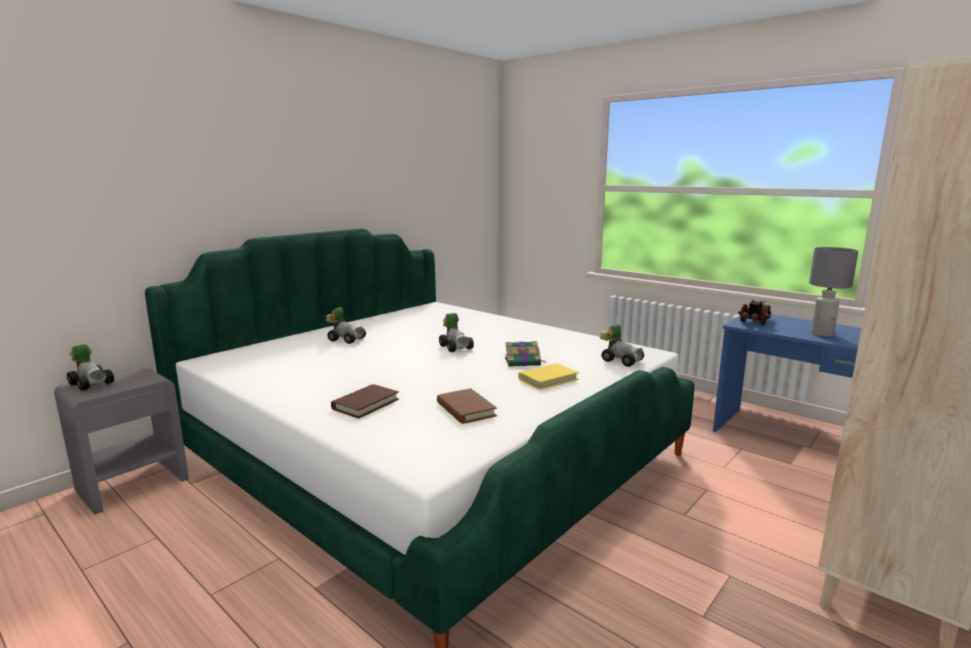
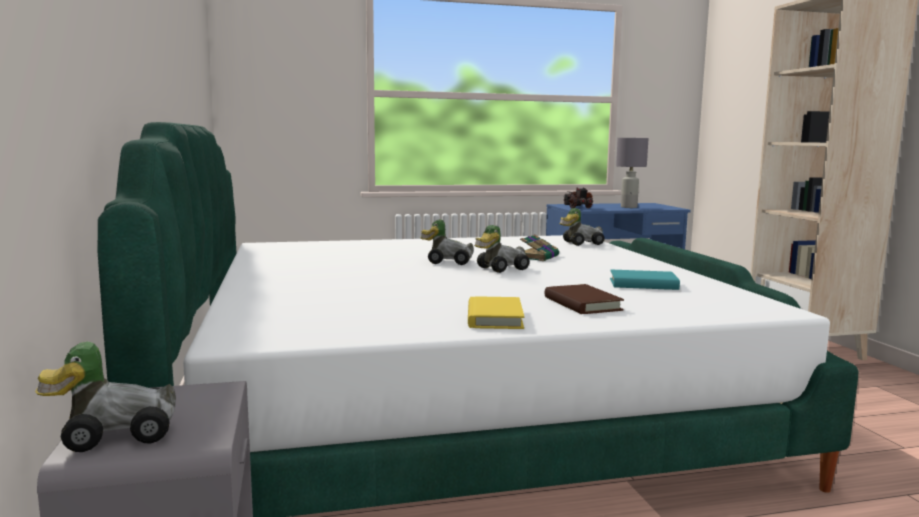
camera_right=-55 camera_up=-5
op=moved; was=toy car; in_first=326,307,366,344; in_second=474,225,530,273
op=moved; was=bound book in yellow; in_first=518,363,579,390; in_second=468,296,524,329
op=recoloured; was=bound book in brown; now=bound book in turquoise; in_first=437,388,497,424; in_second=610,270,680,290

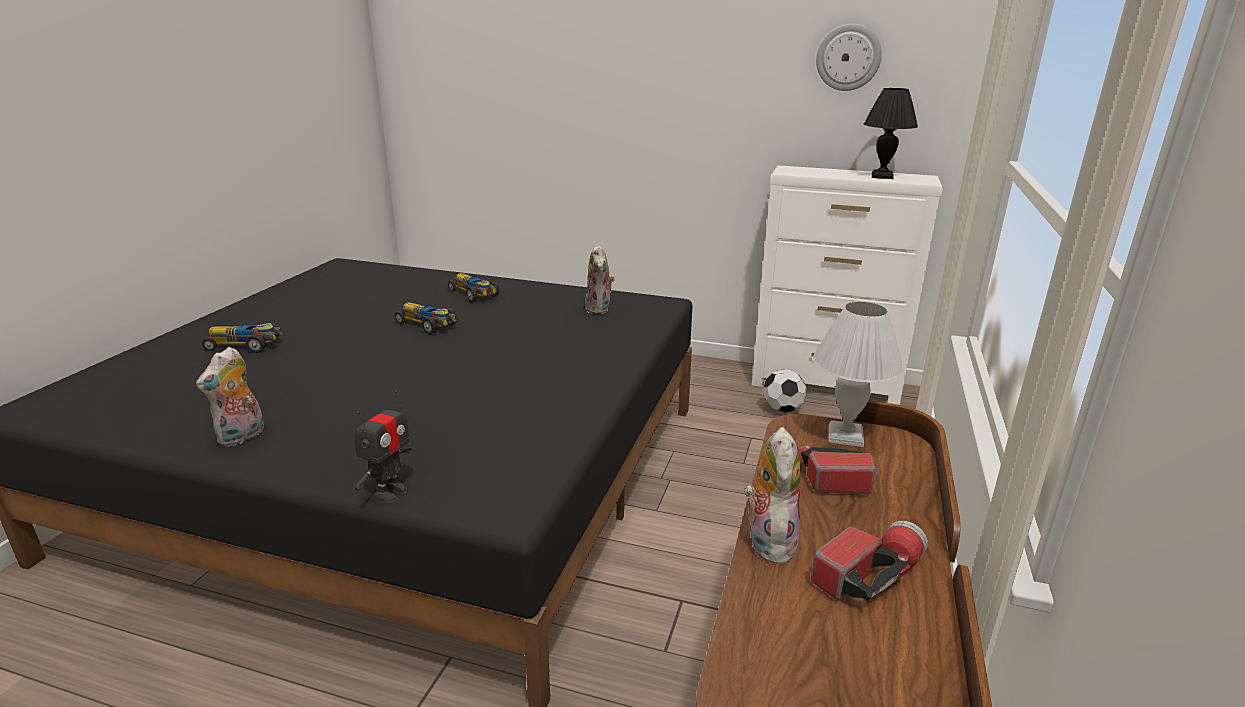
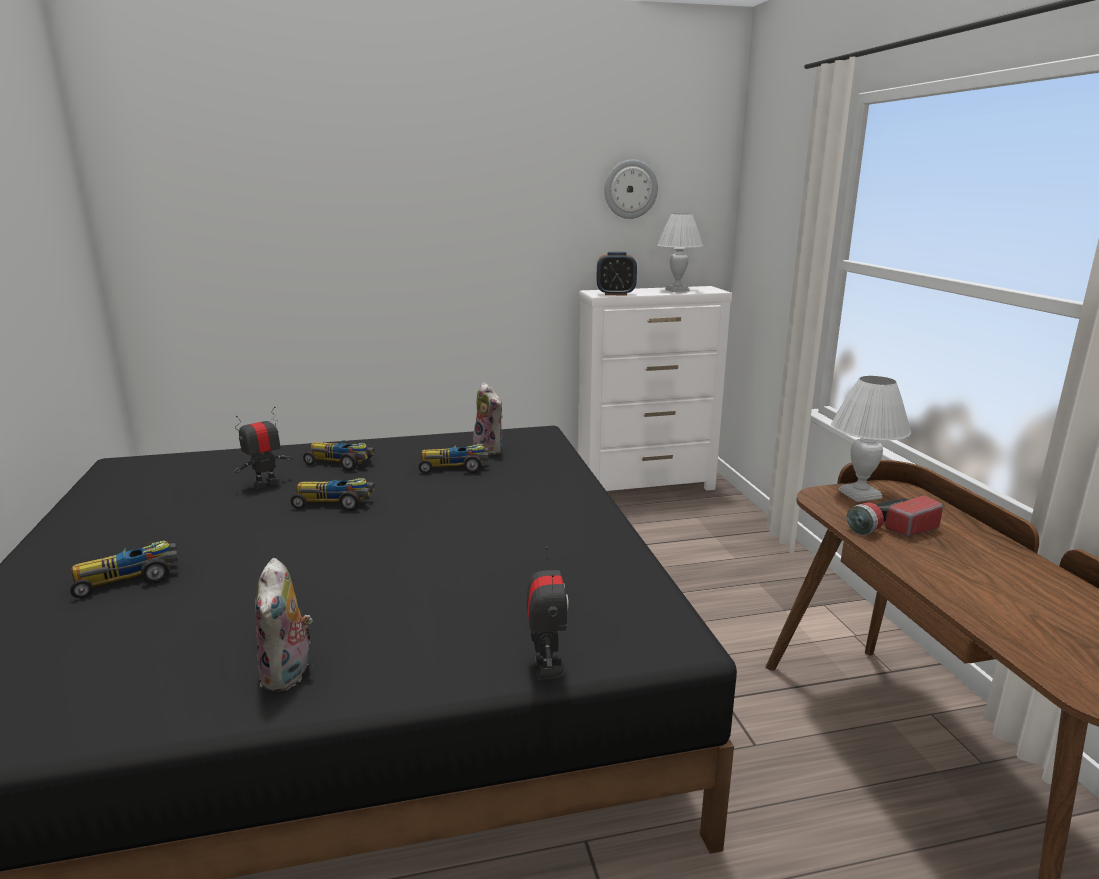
camera_right=-30 camera_up=-5
op=removed; was=plush toy; in_first=744,427,801,566
op=removed; was=football ball; in_first=763,369,807,413
op=removed; was=flashlight; in_first=811,521,928,603
op=added; now=model robot; in_second=235,407,292,489
op=added; now=toy car; in_second=419,444,489,473
op=added; now=alarm clock; in_second=596,252,637,295
op=recoloured; was=lamp for a table in black-coloured; now=lamp for a table in white; in_first=864,88,918,179; in_second=657,213,703,292

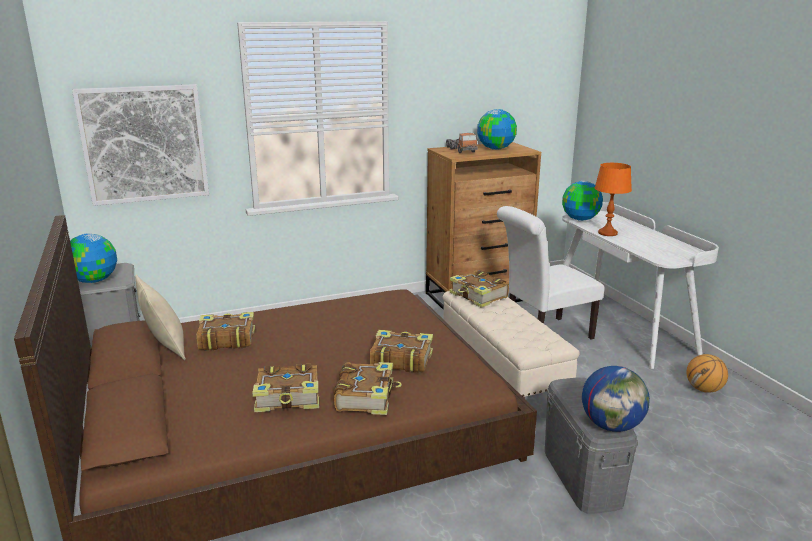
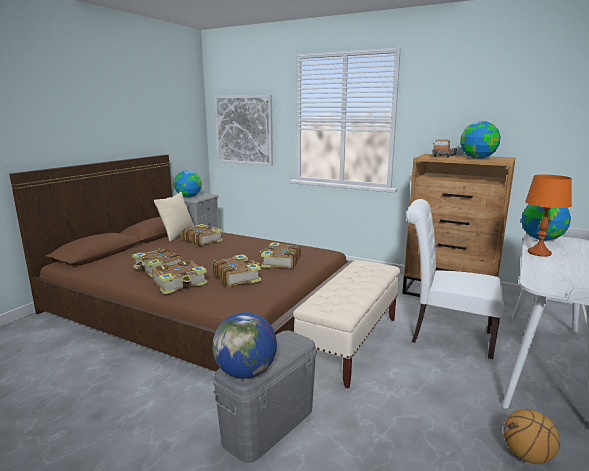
camera_right=50 camera_up=-5
op=moved; was=bound book; in_first=450,270,509,308; in_second=260,242,301,269

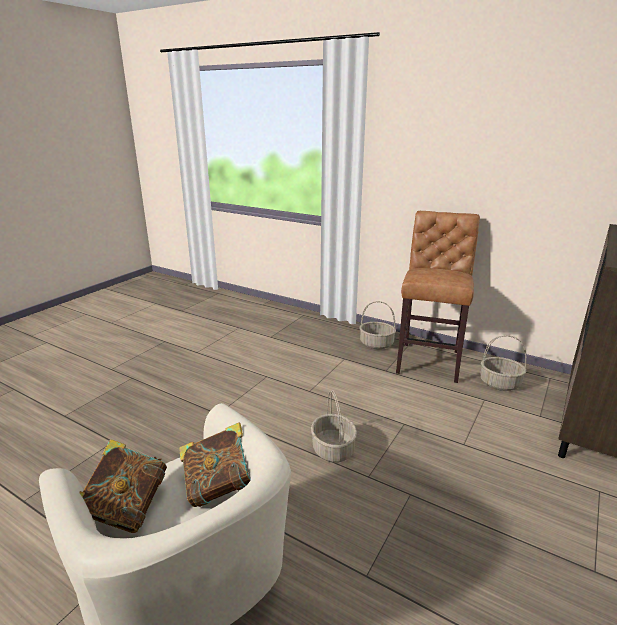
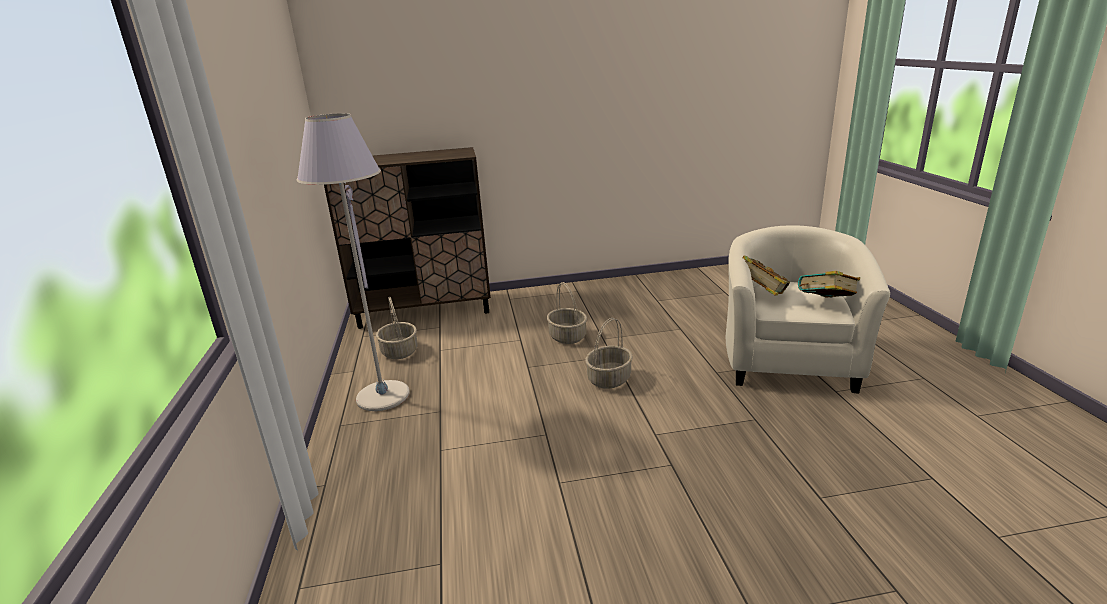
camera_right=-130 camera_up=0
op=moved; was=storage basket; in_first=360,301,396,349; in_second=547,282,587,344
op=replaced; was=stool in brown; now=standing lamp in grey; in_first=396,211,480,383; in_second=297,113,410,411

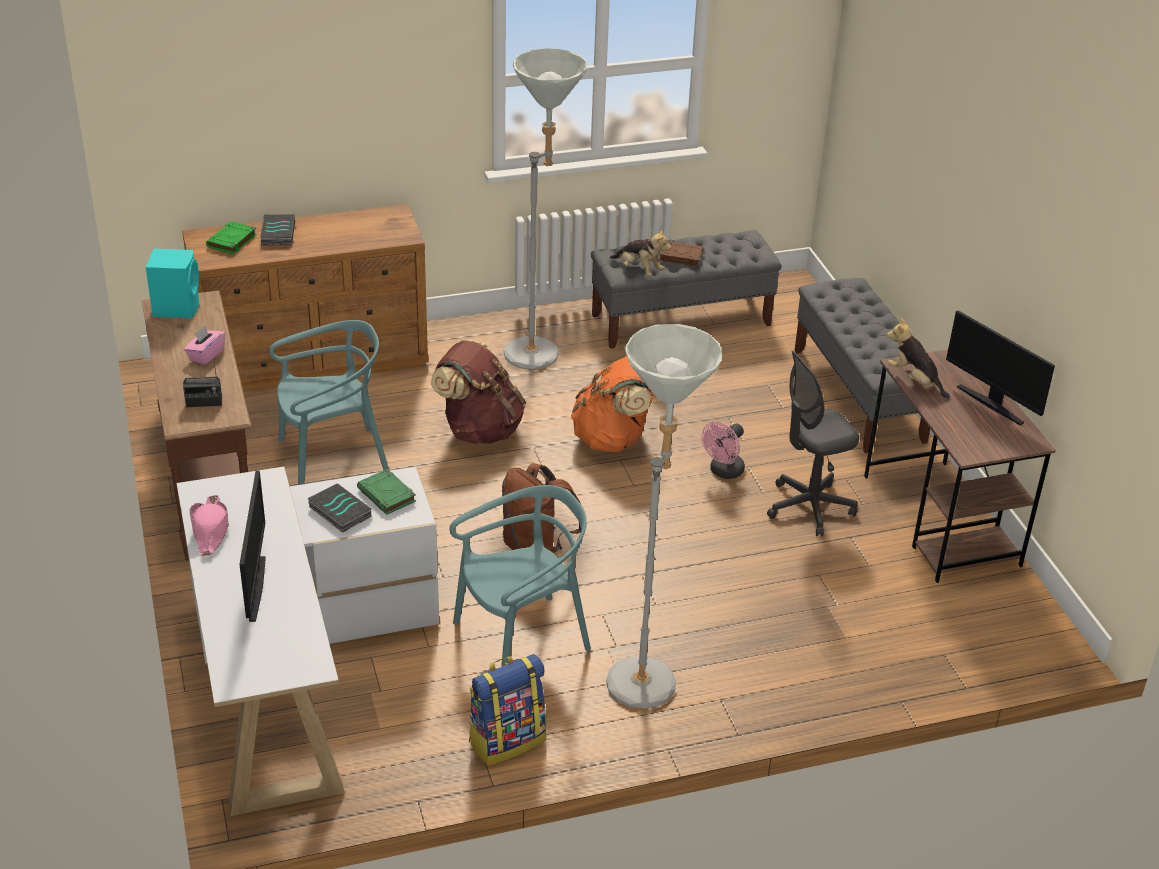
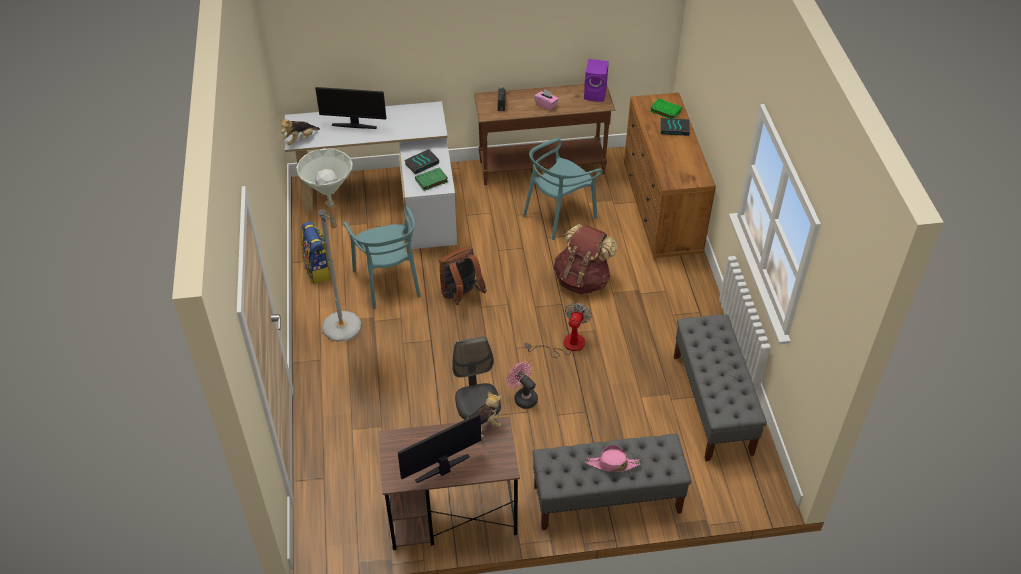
camera_right=100 camera_up=10
op=removed; was=standing lamp in grey; in_first=504,48,588,370
op=removed; was=bound book in brown; in_first=658,241,703,266
op=moved; was=hat in pink-coloured; in_first=189,495,229,556; in_second=586,445,641,472
op=moved; was=plush toy; in_first=610,229,671,276; in_second=279,120,320,145
op=replaced; was=knapsack in orange-coloured; now=fan; in_first=571,356,655,452; in_second=525,303,592,358
op=recoloured; was=audio speaker in turquoise; now=audio speaker in purplish; in_first=146,249,199,319; in_second=584,59,609,102
op=turned; was=chair in turquoise; in_first=269,320,389,485; in_second=523,138,603,240; clockwise=60

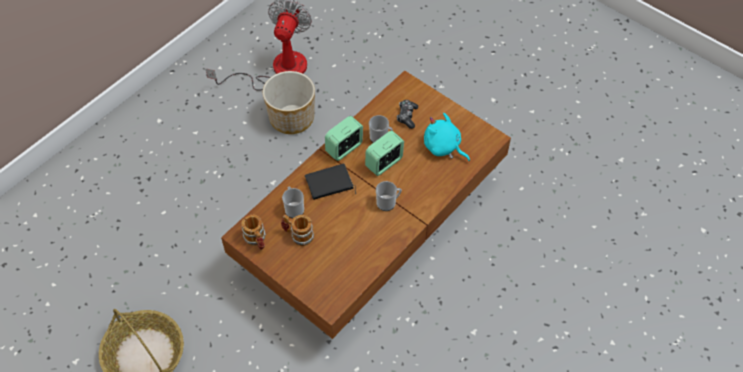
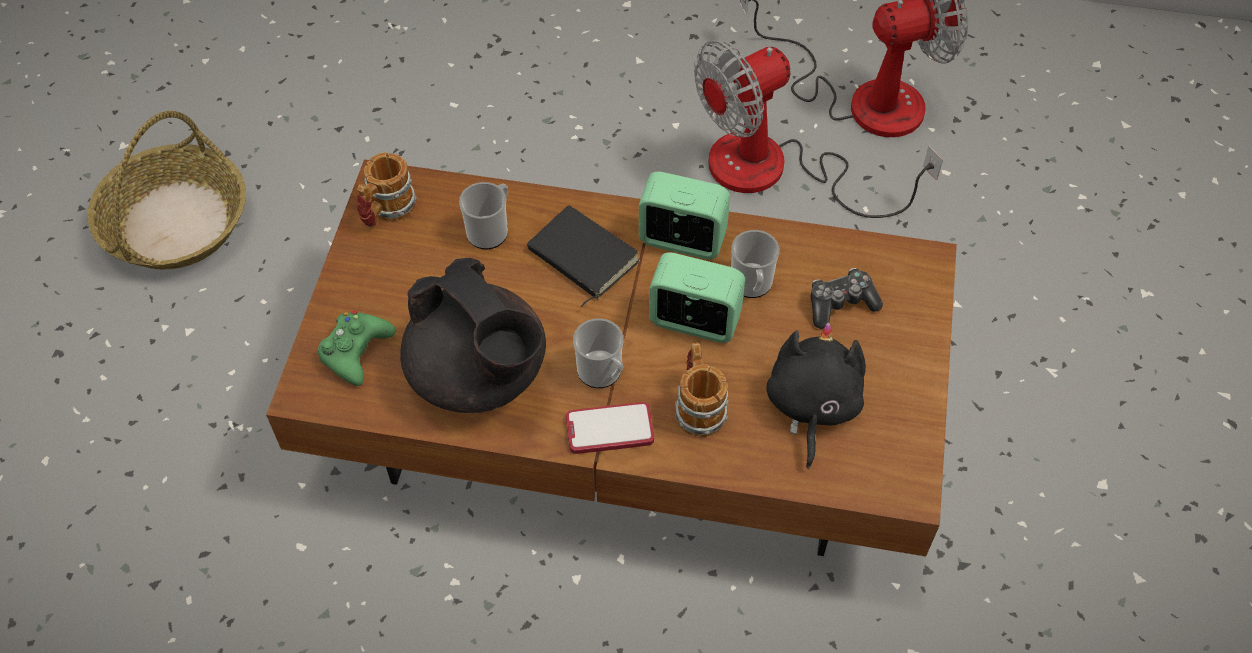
camera_right=60 camera_up=0
op=added; now=joypad in green; in_second=318,311,396,386
op=added; now=tea pot in black-coloured; in_second=400,258,546,413
op=added; now=handset; in_second=566,402,654,454
op=moved; was=tea mug; in_first=281,214,314,246; in_second=675,342,728,437
op=replaced; was=flower pot; now=fan; in_first=263,71,315,134; in_second=694,41,943,218
op=recoloured; was=plush toy in turquoise; now=plush toy in black-coloured; in_first=424,113,470,161; in_second=767,323,866,469

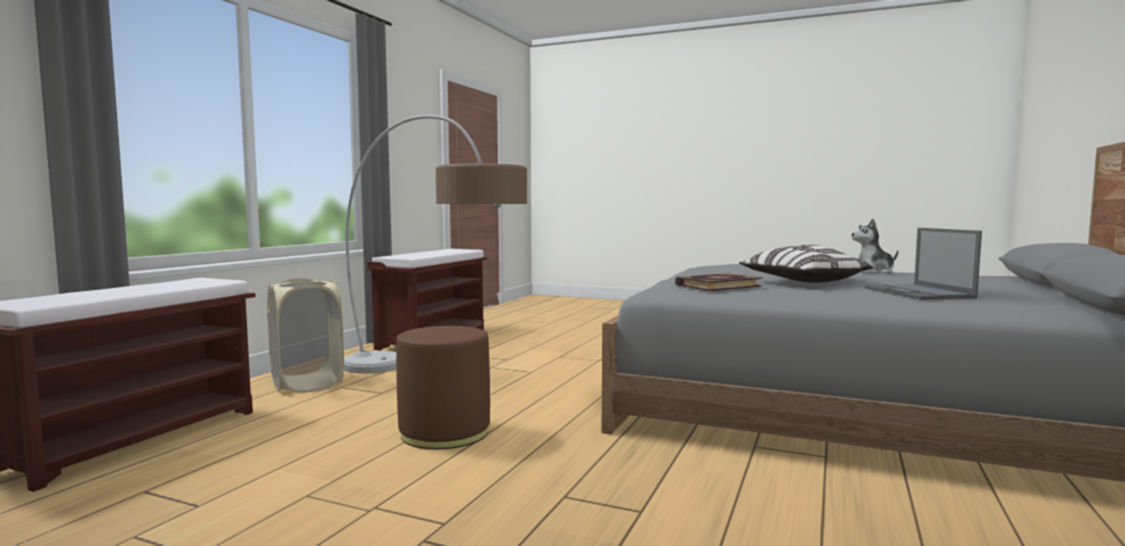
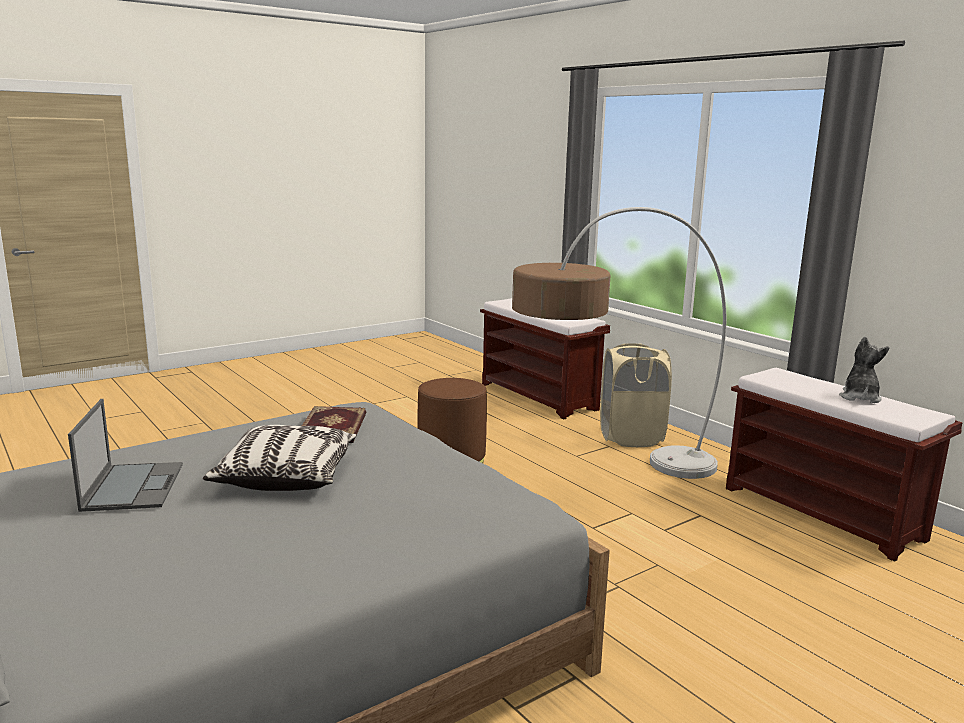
camera_right=120 camera_up=10
op=moved; was=plush toy; in_first=851,219,898,274; in_second=839,337,890,403
op=turned; was=laptop; in_first=865,228,982,300; in_second=68,399,183,512; clockwise=60

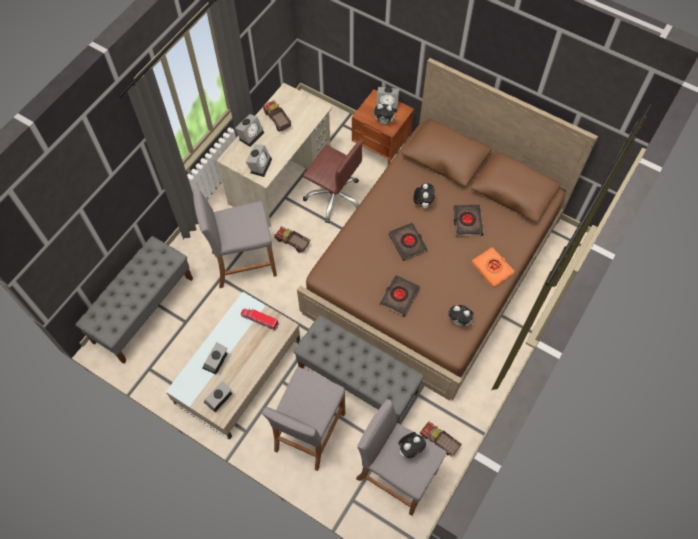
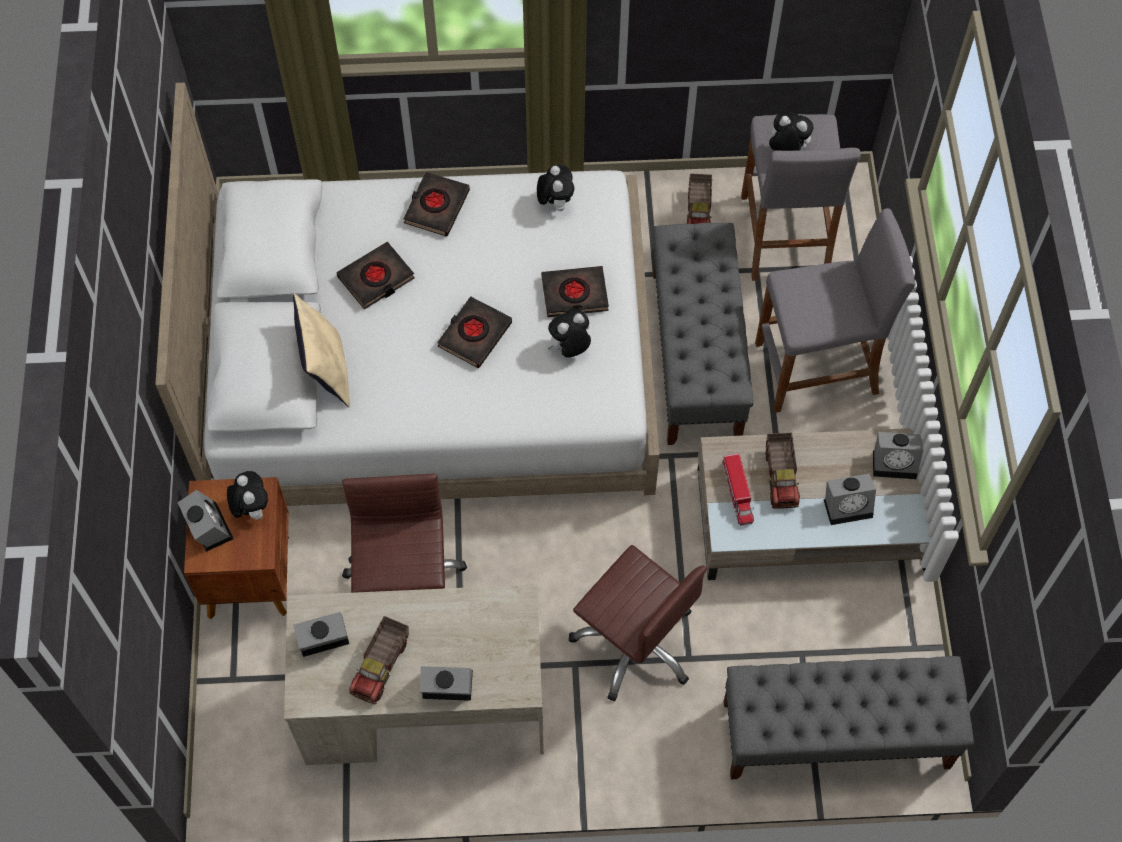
camera_right=-125 camera_up=0
op=added; now=throw pillow in beige-coloured; in_second=293,294,350,407
op=moved; was=alarm clock; in_first=246,145,272,177; in_second=293,612,349,657
op=moved; was=toy lorry; in_first=274,227,310,253; in_second=766,433,800,509
op=moved; was=plush toy; in_first=413,183,435,209; in_second=547,309,591,358
op=replaced; was=stool in grey; now=computer chair in brown; in_first=193,189,277,288; in_second=569,545,707,701
op=recoloured; was=sleeping bed in brown; now=sleeping bed in white; in_first=297,58,598,401; in_second=155,83,660,506
op=recoloured; was=bound book in orange-coloured; now=bound book in black-coloured; in_first=471,247,515,288; in_second=403,172,470,237

